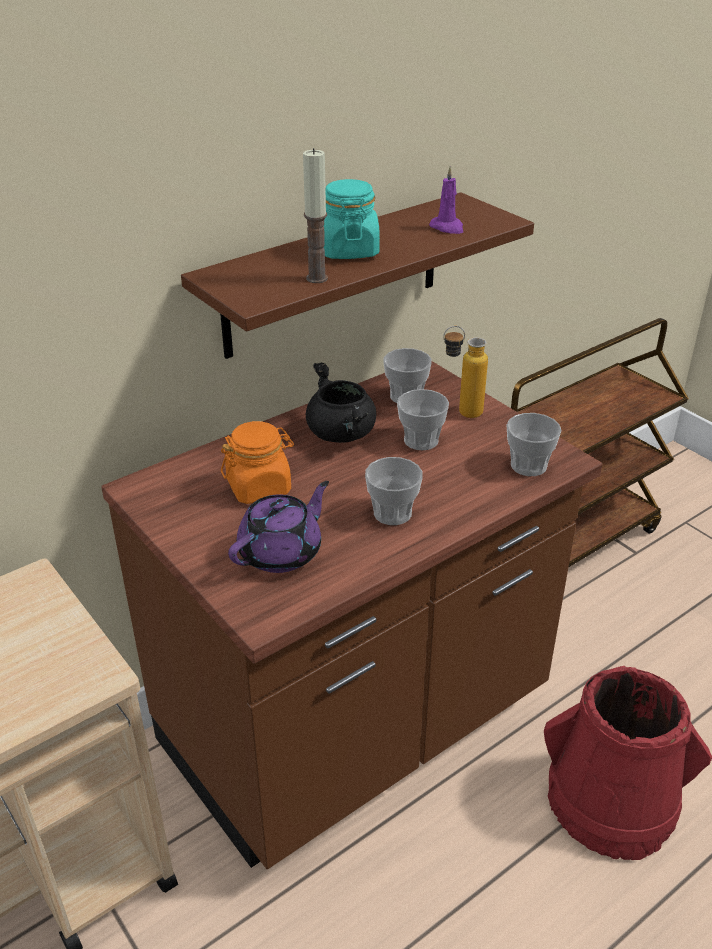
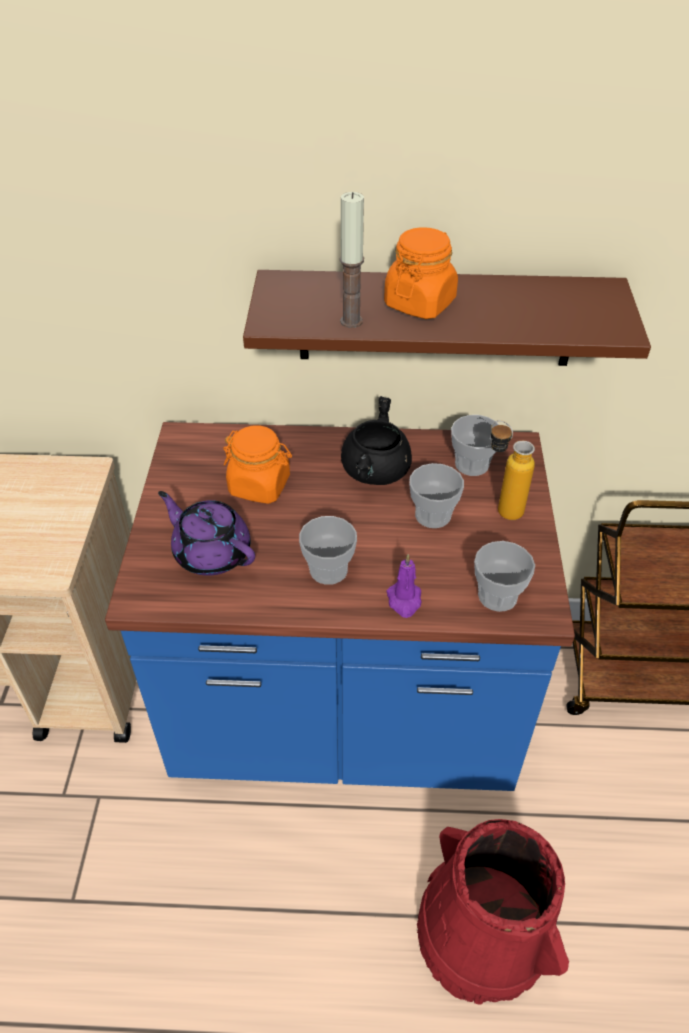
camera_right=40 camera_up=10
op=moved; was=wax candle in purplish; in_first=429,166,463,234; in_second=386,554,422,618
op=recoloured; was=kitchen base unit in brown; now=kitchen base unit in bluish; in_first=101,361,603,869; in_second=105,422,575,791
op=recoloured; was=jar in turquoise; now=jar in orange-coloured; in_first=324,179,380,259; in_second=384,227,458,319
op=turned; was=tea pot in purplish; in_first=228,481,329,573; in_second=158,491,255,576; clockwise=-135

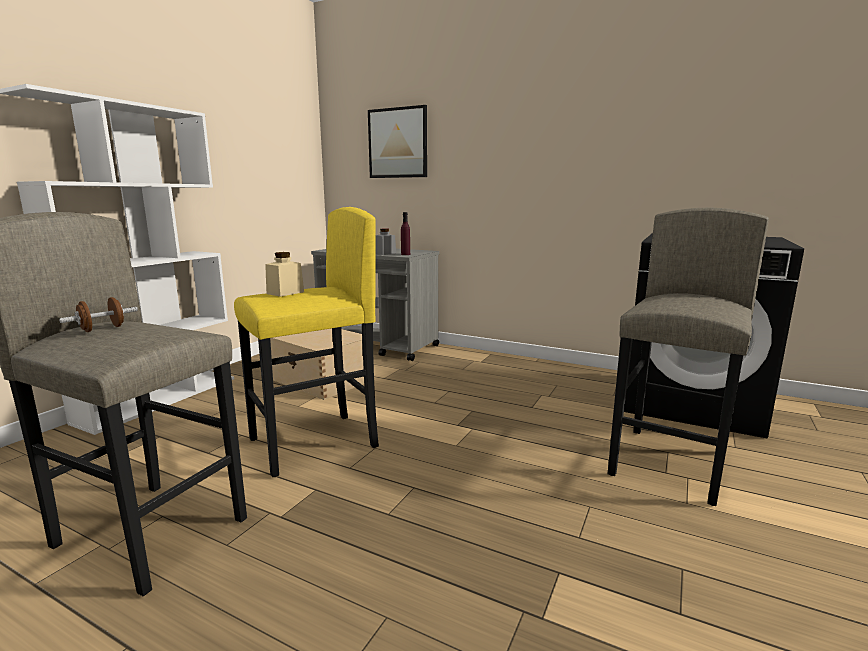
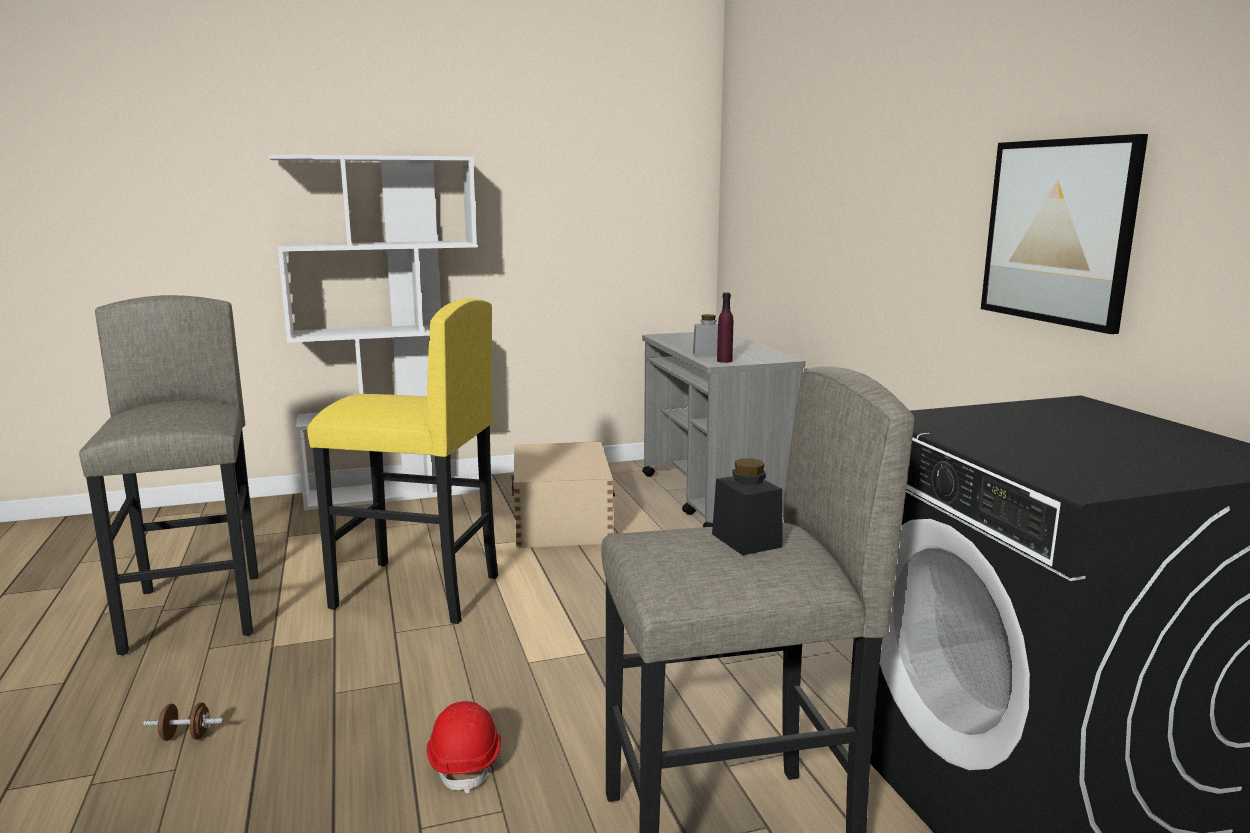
camera_right=45 camera_up=0
op=removed; was=jar in beige-coloured; in_first=265,252,304,297
op=added; now=work helmet in reddish; in_second=427,701,501,794
op=added; now=jar in black-coloured; in_second=712,458,782,555
op=moved; was=free weight in brown; in_first=59,297,138,332; in_second=143,703,224,741
op=moved; was=picture; in_first=368,105,427,178; in_second=981,134,1148,334

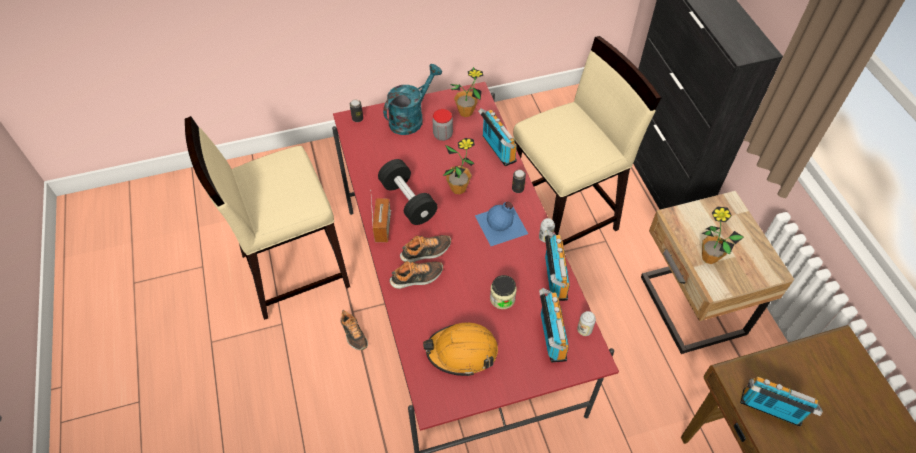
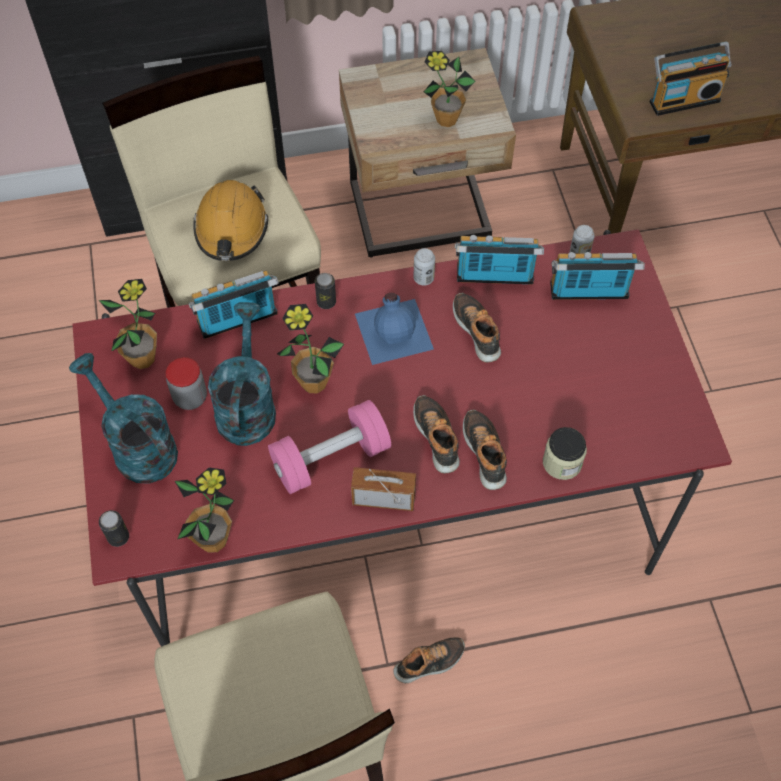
camera_right=-85 camera_up=5
op=added; now=houseplant; in_second=175,467,234,552
op=added; now=watering can in turquoise; in_second=208,302,276,446
op=added; now=low shoe; in_second=453,293,501,363
op=moved; was=work helmet in orange-coloured; in_first=423,323,498,376; in_second=193,180,268,261
op=moved; was=jar; in_first=490,275,517,309; in_second=543,427,587,480
op=recoloured; was=free weight in black-coloured; now=free weight in pink-coloured; in_first=378,159,438,225; in_second=268,400,391,494
op=turned; was=radio; in_first=740,376,823,427; in_second=650,42,731,116; clockwise=-135

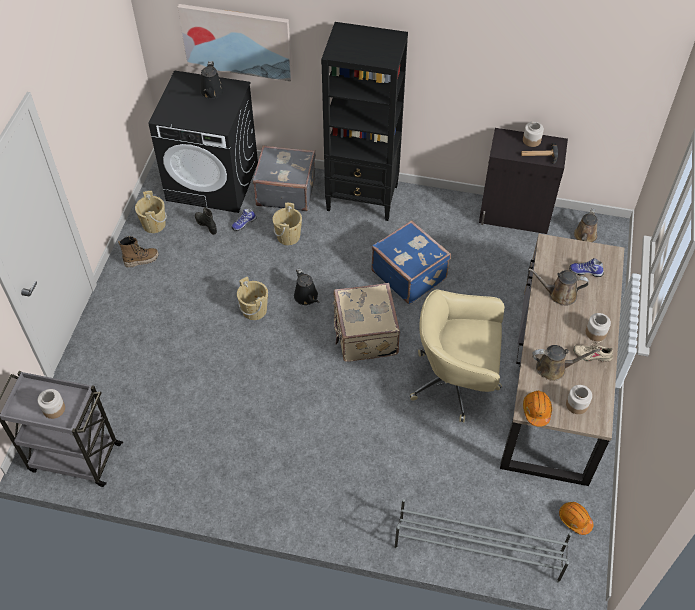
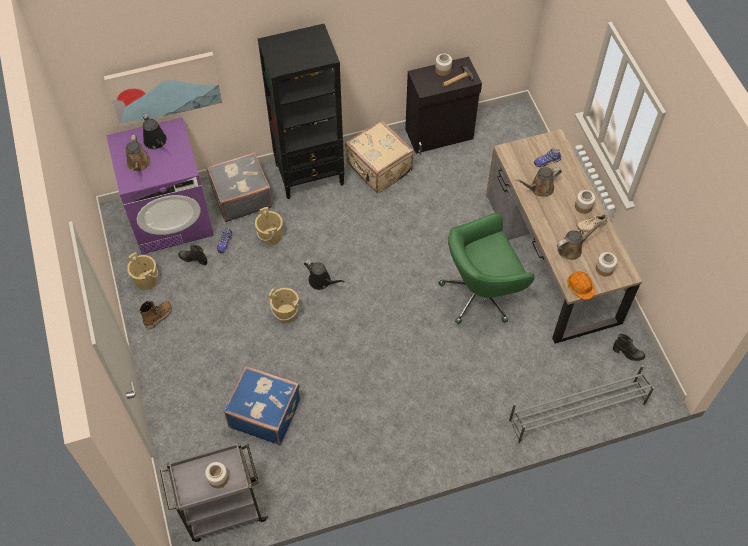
camera_right=-30 camera_up=5
op=moved; was=piece of luggage in beige-coloured; in_first=332,283,400,362; in_second=345,120,413,194
op=moved; was=piece of luggage in bluish; in_first=371,220,451,304; in_second=224,366,300,445
op=moved; was=watering can in brown; in_first=574,208,598,242; in_second=126,135,150,172
op=replaced; was=work helmet in orange-coloured; now=high-top boot in black-coloured; in_first=559,502,593,535; in_second=613,334,645,361
op=recoloured; was=laundry appliance in black-coloured; now=laundry appliance in purplish; in_first=149,70,258,213; in_second=106,117,214,254
op=recoloured; was=computer chair in beige-coloured; now=computer chair in green; in_first=410,289,504,423; in_second=438,213,534,324

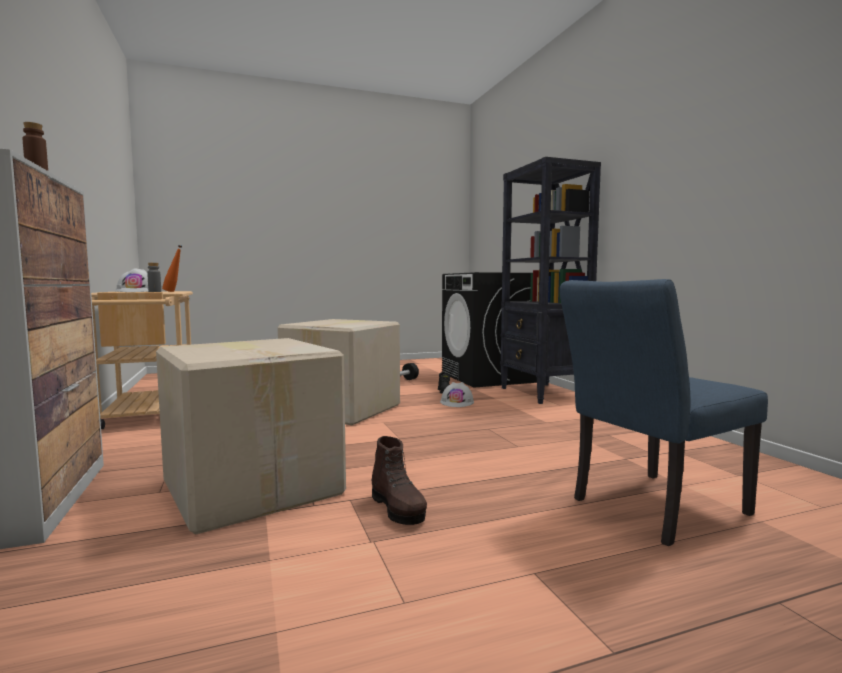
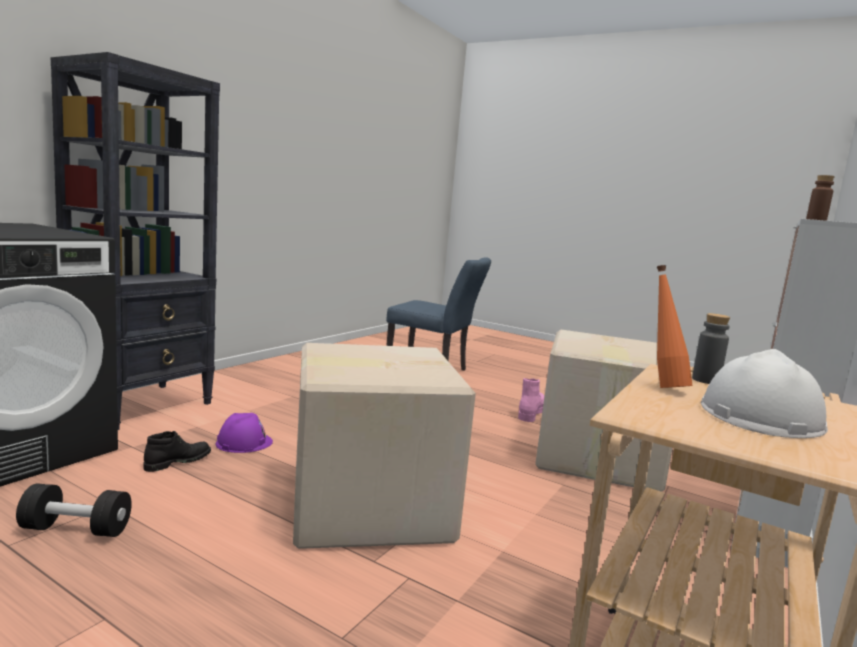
camera_right=-130 camera_up=5
op=recoloured; was=high-top boot in brown; now=high-top boot in pink-coloured; in_first=371,436,427,525; in_second=518,378,544,422
op=recoloured; was=work helmet in white; now=work helmet in purplish; in_first=440,382,474,407; in_second=215,413,273,453

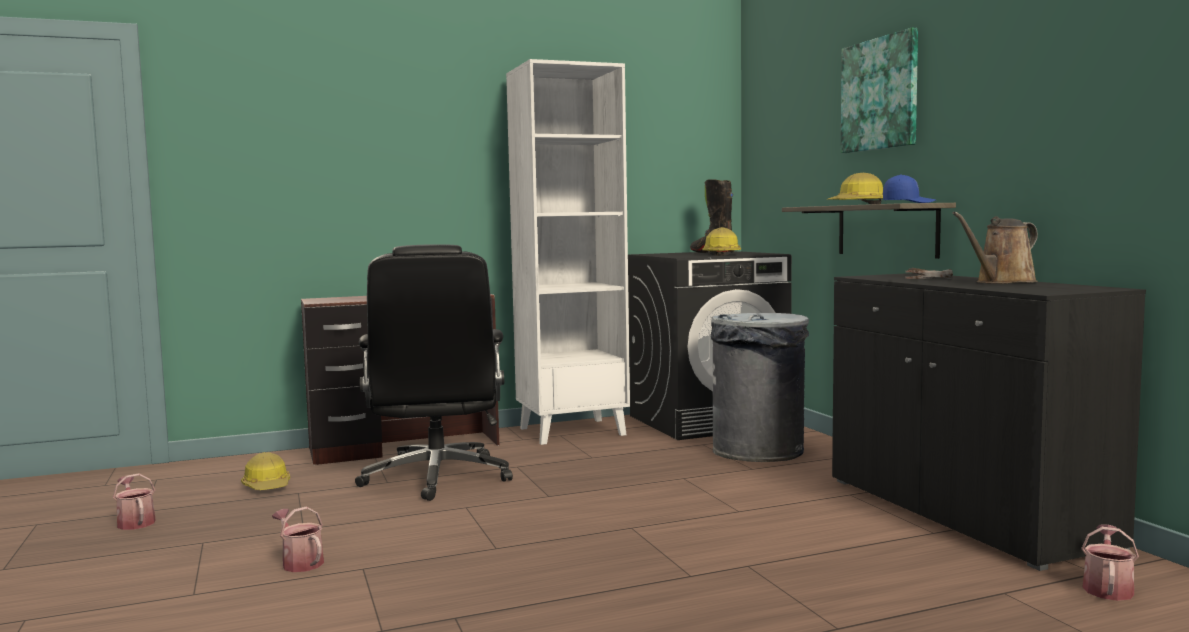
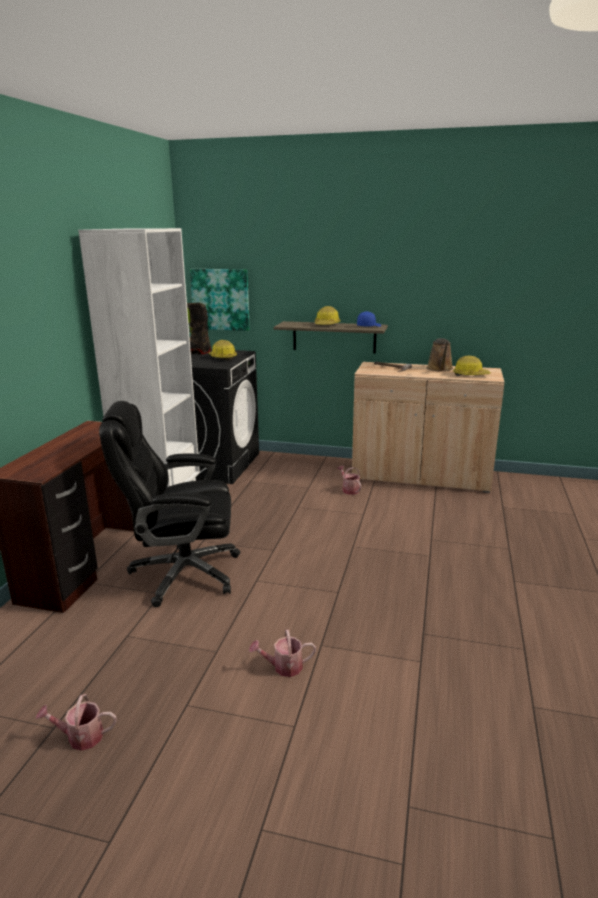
camera_right=-55 camera_up=15
op=removed; was=waste bin in grey; in_first=711,313,809,462
op=moved; was=work helmet; in_first=241,452,290,490; in_second=453,356,491,376
op=moved; was=picture; in_first=841,28,918,153; in_second=190,269,250,331
op=moved; was=watering can; in_first=1081,524,1139,601; in_second=337,466,361,495
op=recoloured; was=cupboard in black-coloured; now=cupboard in beige-coloured; in_first=832,273,1146,571; in_second=352,362,505,493
op=turned; was=computer chair in black-coloured; in_first=355,244,513,501; in_second=99,401,240,607; clockwise=150

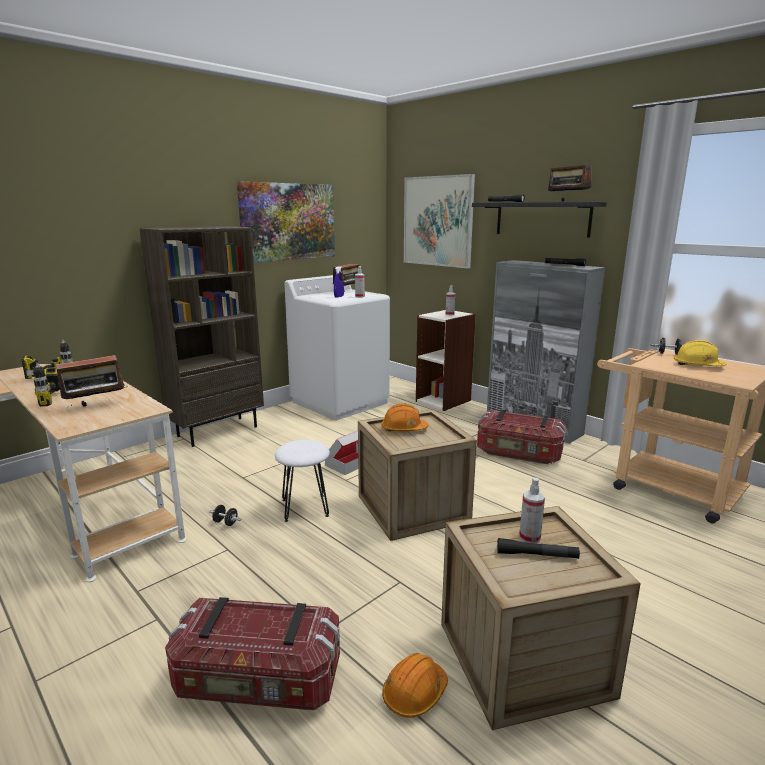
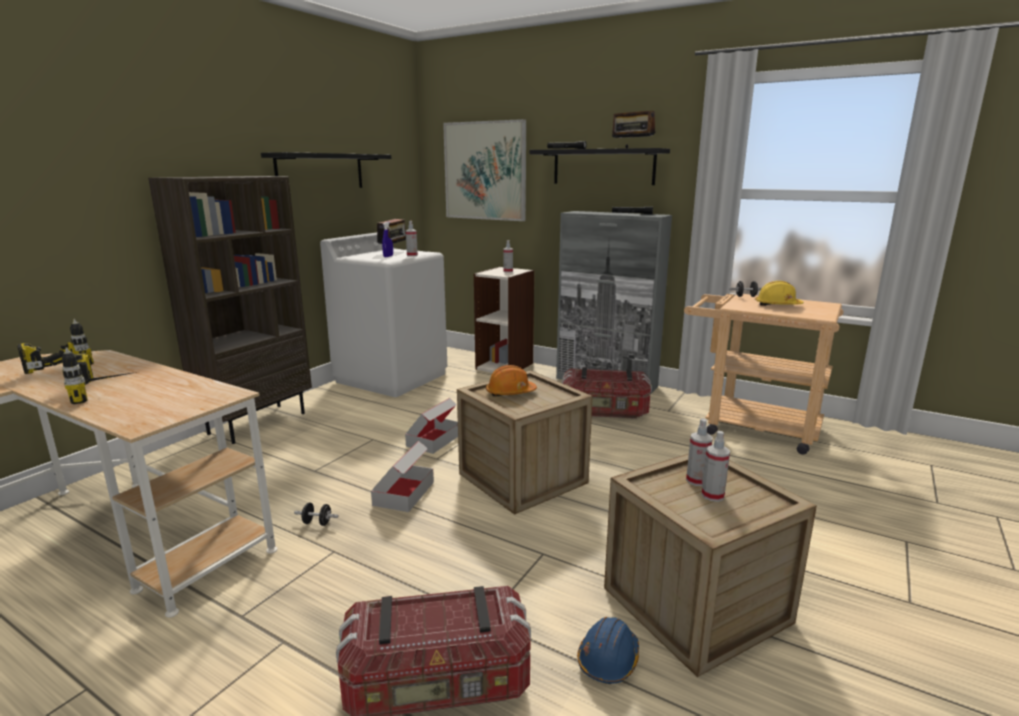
camera_right=-15 camera_up=0
op=removed; was=radio; in_first=56,355,126,407
op=replaced; was=picture; now=wall shelf in black-coloured; in_first=237,181,335,262; in_second=261,152,391,188
op=replaced; was=stool in white; now=packing box; in_first=275,440,330,522; in_second=371,441,434,512
op=replaced; was=flashlight in black-coloured; now=spray bottle; in_first=497,538,580,559; in_second=701,431,730,502
op=recoloured; was=work helmet in orange-coloured; now=work helmet in bluish; in_first=382,653,448,718; in_second=577,617,639,684

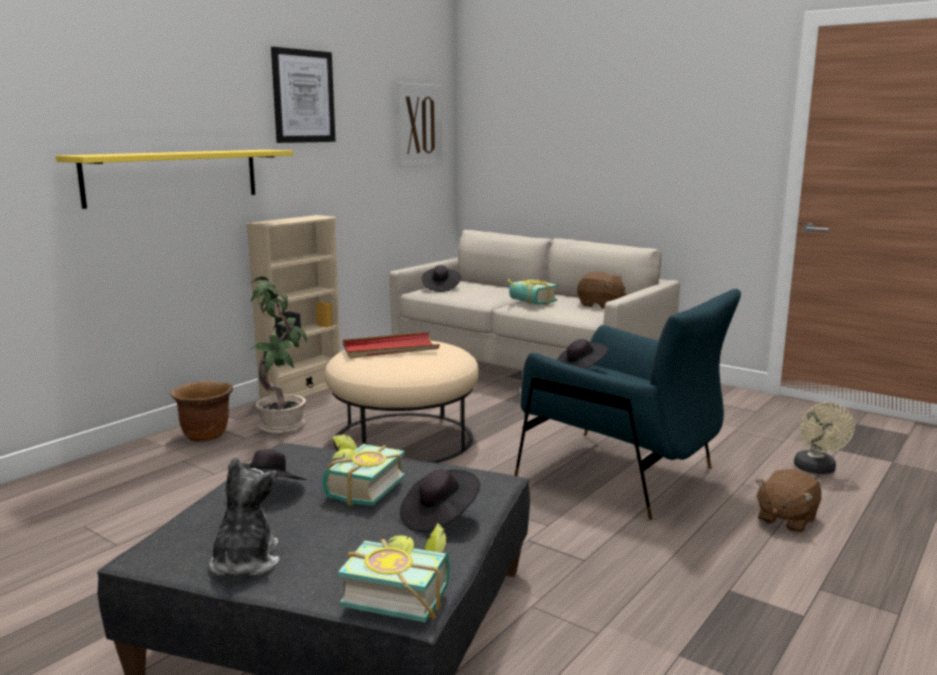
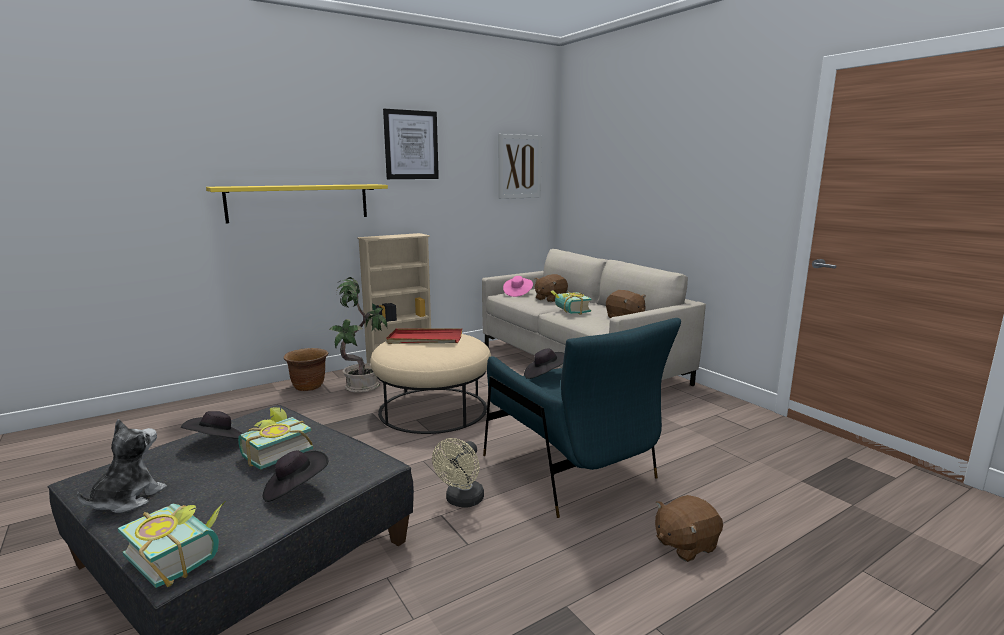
camera_right=20 camera_up=0
op=added; now=plush toy in brown; in_second=534,274,568,302
op=moved; was=fan in beige-coloured; in_first=794,402,855,474; in_second=432,438,484,508
op=recoloured; was=hat in black-coloured; now=hat in pink-coloured; in_first=422,265,461,292; in_second=503,276,533,297

